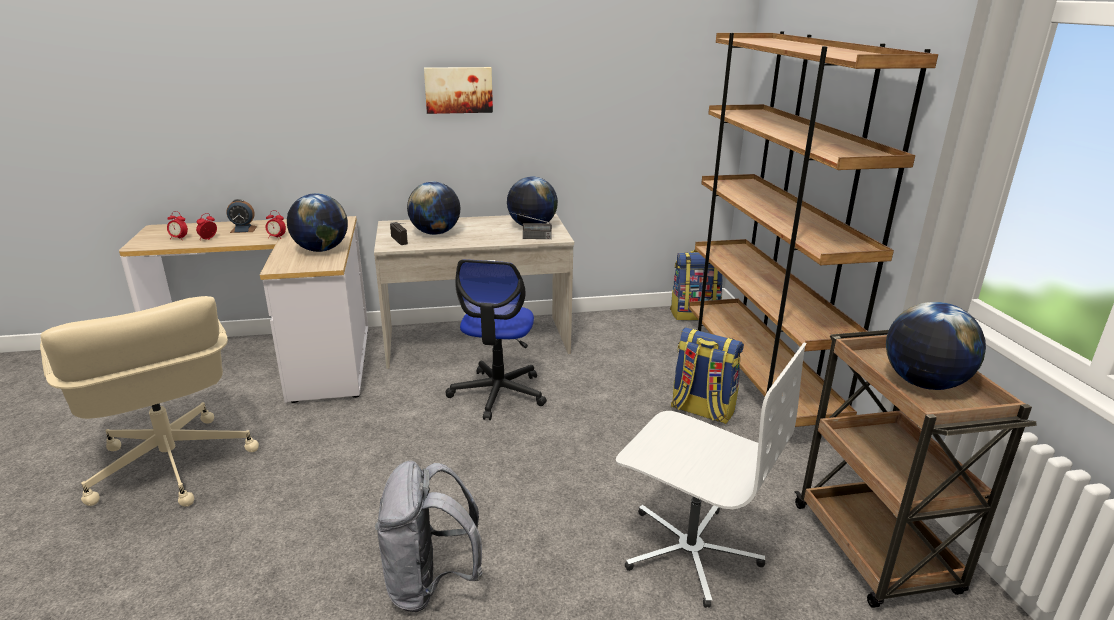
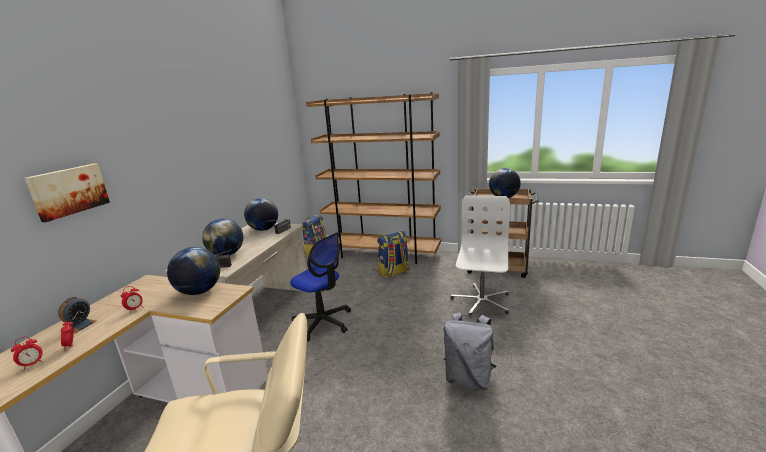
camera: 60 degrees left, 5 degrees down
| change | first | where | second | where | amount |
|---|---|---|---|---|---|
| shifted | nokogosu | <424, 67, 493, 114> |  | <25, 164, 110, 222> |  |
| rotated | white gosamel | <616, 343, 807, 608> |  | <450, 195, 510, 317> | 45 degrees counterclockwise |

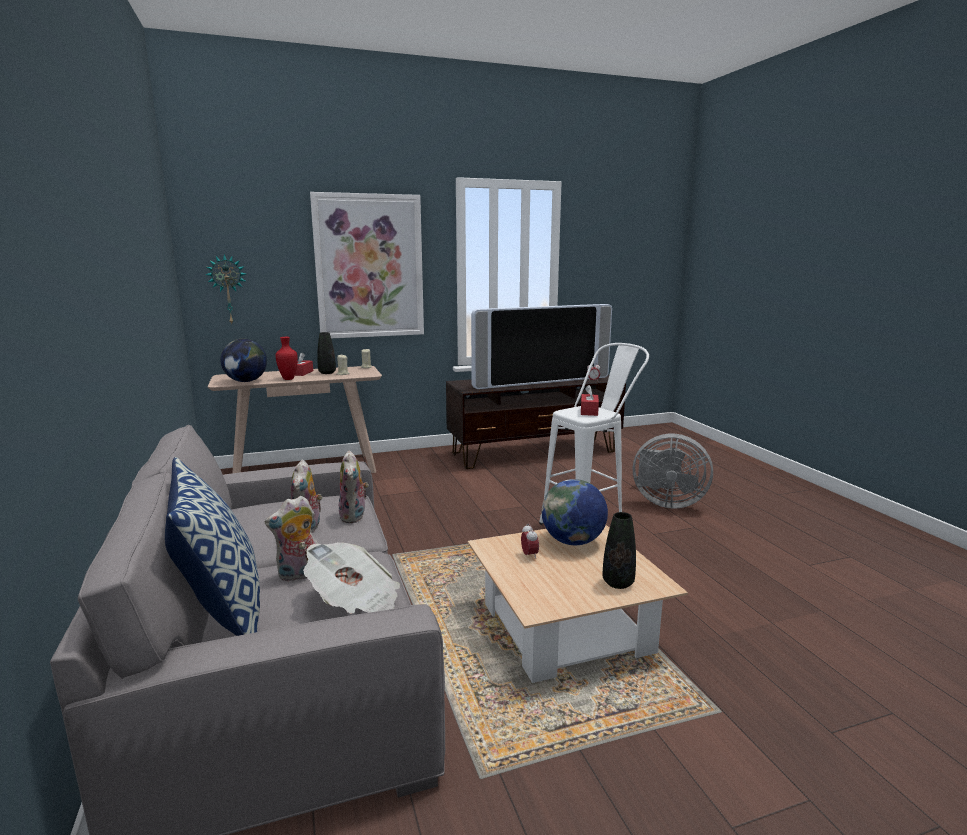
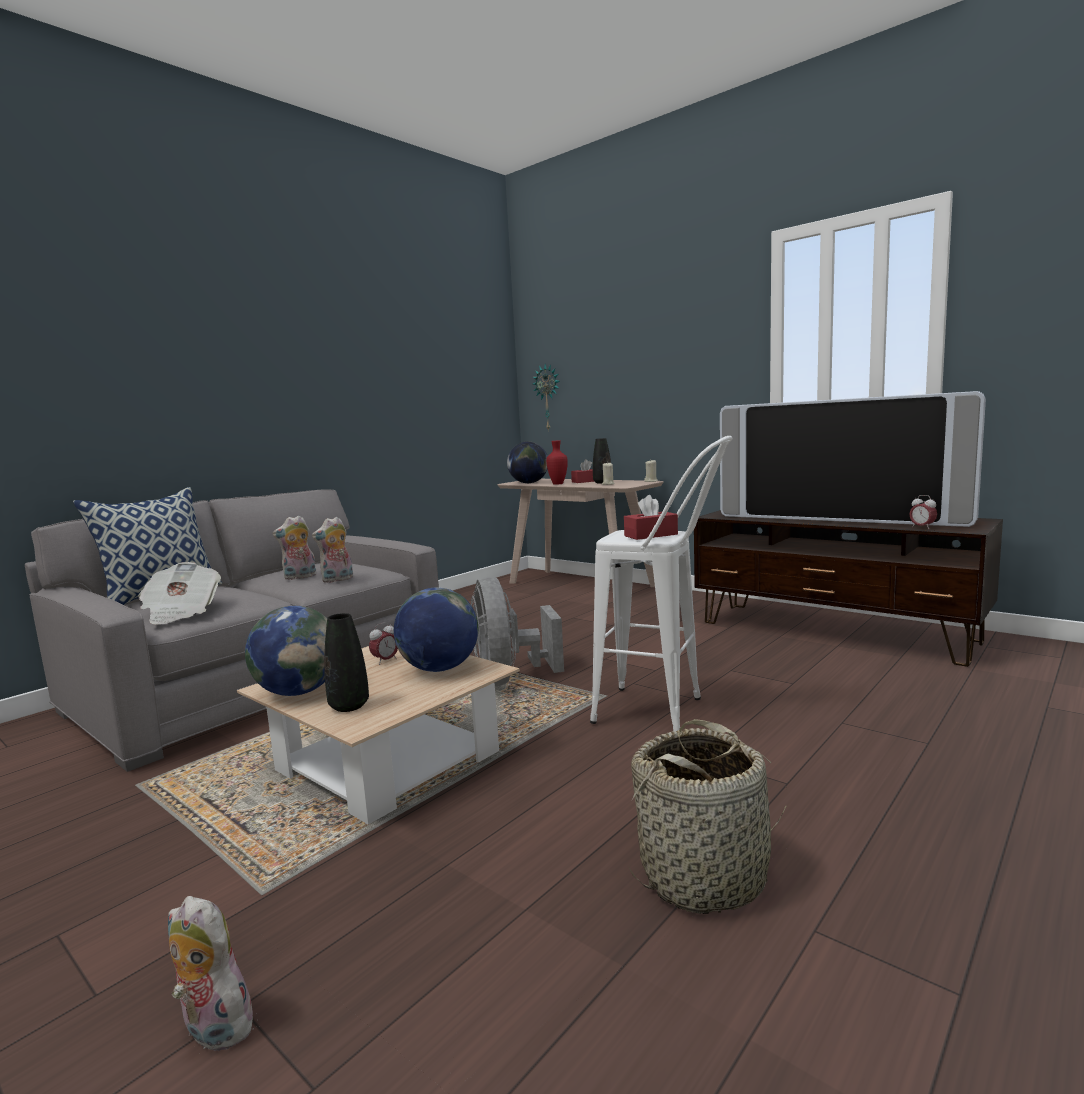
camera: 60 degrees right, 5 degrees down
| change | first | where | second | where | amount |
|---|---|---|---|---|---|
| gone | nokogosu | <310, 192, 424, 338> |  |  |  |
| new |  |  | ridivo | <245, 606, 327, 696> |  |
| new |  |  | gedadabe | <628, 719, 786, 914> |  |
| shifted | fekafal | <264, 496, 318, 582> |  | <168, 896, 258, 1054> |  |
| shifted | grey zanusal | <633, 434, 713, 509> |  | <471, 577, 564, 686> |  |

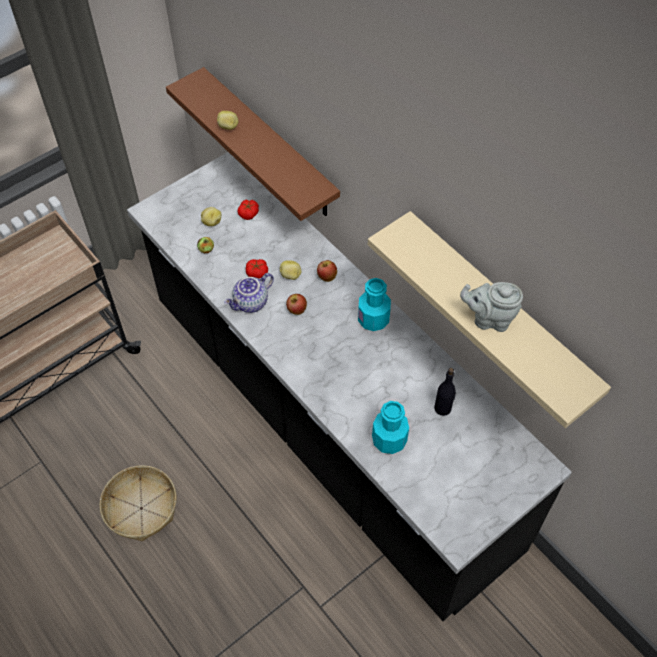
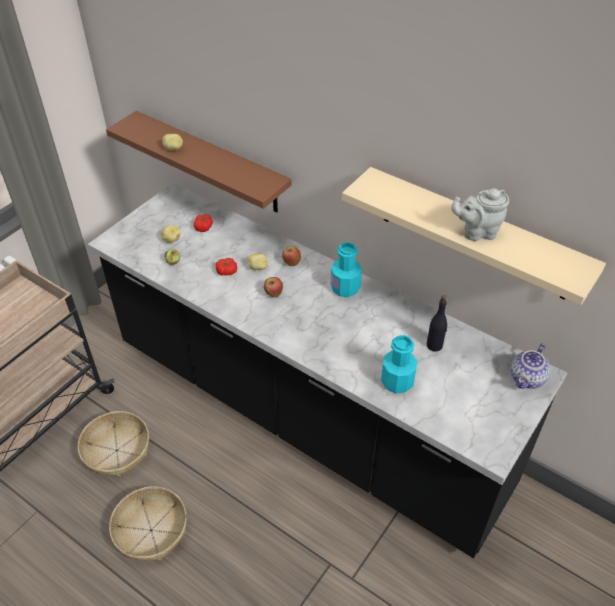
camera: 15 degrees left, 10 degrees down
| change | first | where | second | where | amount |
|---|---|---|---|---|---|
| new |  |  | gedadabe | <78, 411, 149, 478> |  |
| shifted | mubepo | <224, 273, 274, 313> |  | <511, 343, 550, 389> |  |

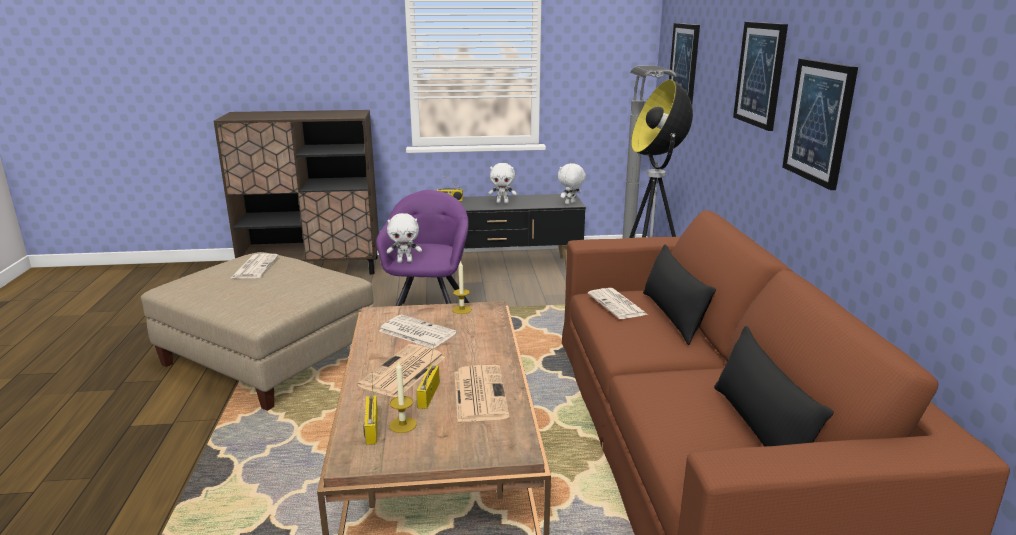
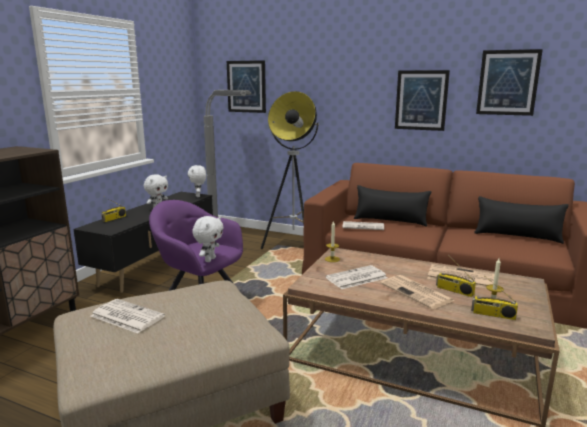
camera: 60 degrees left, 5 degrees down
| change | first | where | second | where | amount |
|---|---|---|---|---|---|
| shifted | nokogosu | <733, 22, 788, 131> |  | <476, 49, 543, 116> |  |

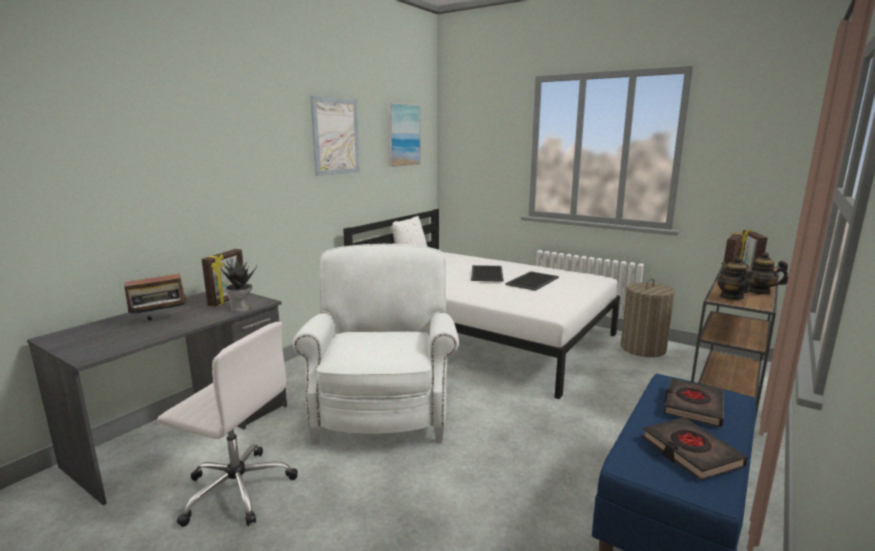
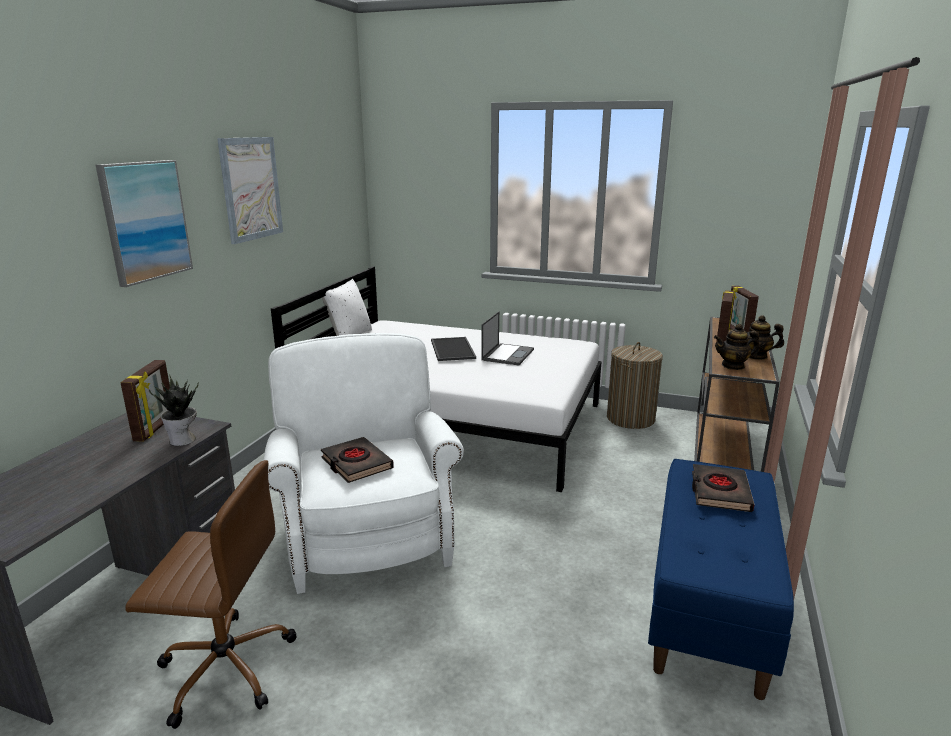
camera: 15 degrees left, 5 degrees up
| change | first | where | second | where | amount |
|---|---|---|---|---|---|
| gone | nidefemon | <124, 270, 189, 320> |  |  |  |
| shifted | nokogosu | <387, 102, 421, 167> |  | <96, 160, 193, 287> |  |
| shifted | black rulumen | <642, 417, 748, 480> |  | <321, 437, 394, 483> |  |
| swapped | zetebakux | <506, 271, 559, 291> | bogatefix | <481, 311, 534, 365> |  |
| repainted | white gosamel | <157, 322, 298, 527> | brown gosamel | <125, 460, 297, 729> |  |
| rotated | mubepo | <718, 257, 753, 300> |  | <714, 324, 759, 370> | 75 degrees counterclockwise |

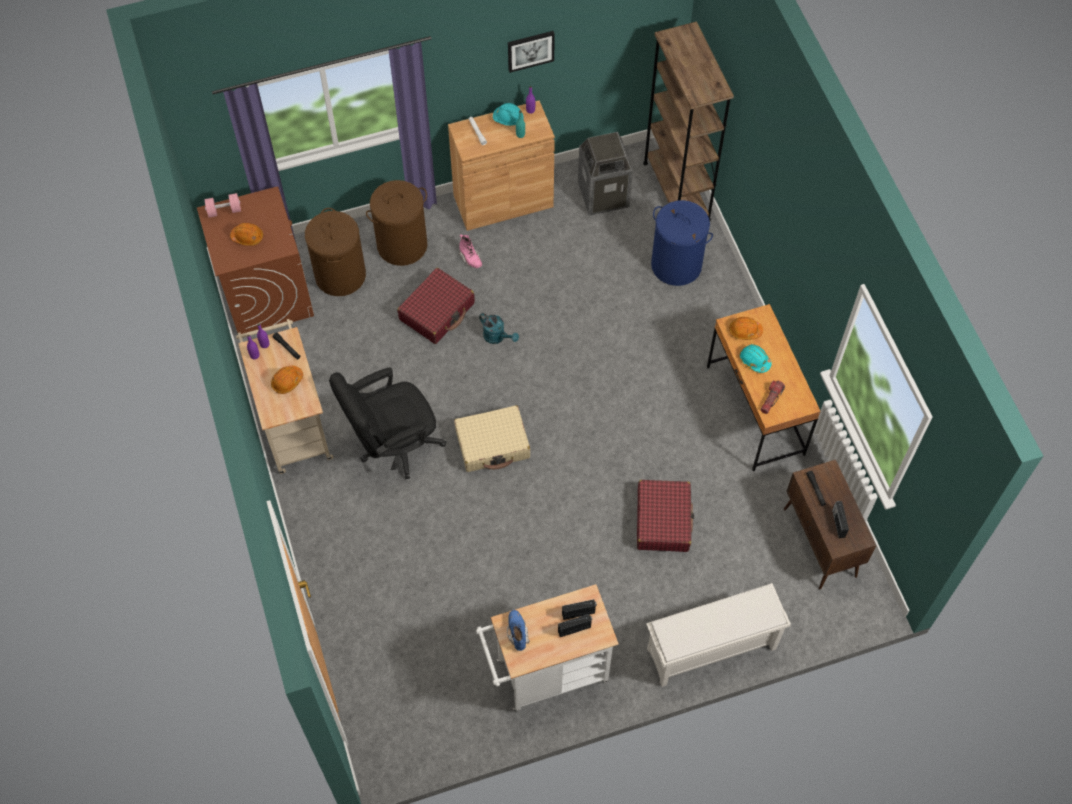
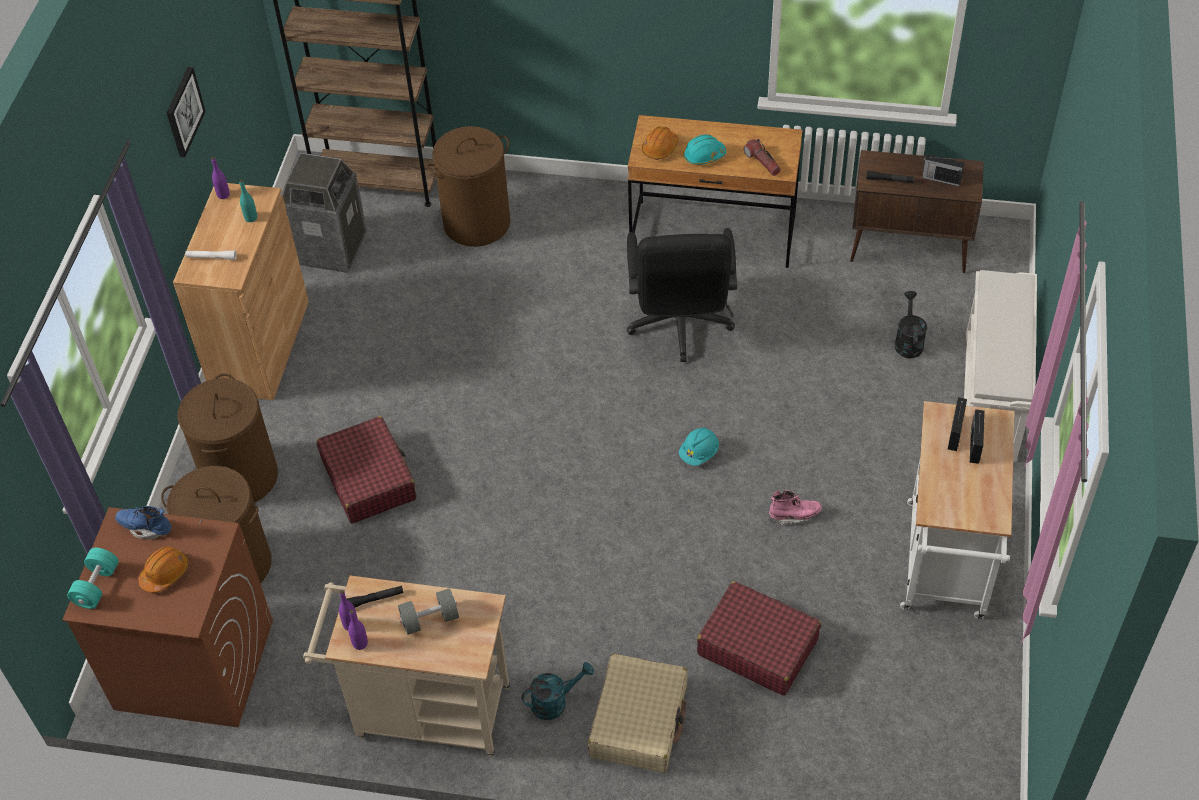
camera: 60 degrees left, 10 degrees down
| change | first | where | second | where | amount |
|---|---|---|---|---|---|
| new |  |  | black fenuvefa | <895, 291, 927, 358> |  |
| shifted | black gosamel | <329, 368, 446, 479> |  | <627, 228, 737, 362> |  |
| shifted | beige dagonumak | <454, 405, 530, 472> |  | <588, 654, 687, 773> |  |
| shifted | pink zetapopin | <459, 234, 482, 268> |  | <769, 490, 822, 526> |  |
| shifted | turquoise fenuvefa | <479, 313, 519, 344> |  | <521, 662, 594, 720> |  |
| shifted | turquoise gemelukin | <493, 103, 524, 126> |  | <679, 427, 719, 466> |  |
| shifted | blue zetapopin | <507, 610, 530, 651> |  | <115, 506, 172, 540> |  |
| shifted | red dagonumak | <637, 480, 694, 552> |  | <697, 581, 821, 696> |  |
| swapped | orange gemelukin | <271, 366, 303, 394> | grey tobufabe | <398, 588, 459, 635> |  |
| repainted | pink tobufabe | <205, 193, 241, 218> | turquoise tobufabe | <67, 548, 119, 609> |  |
| repainted | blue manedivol | <651, 200, 713, 286> | brown manedivol | <427, 126, 511, 247> |  |

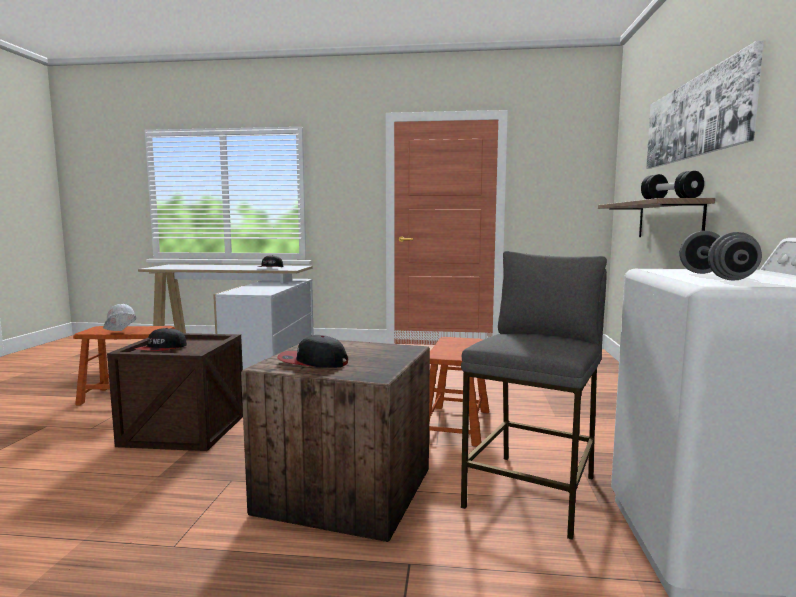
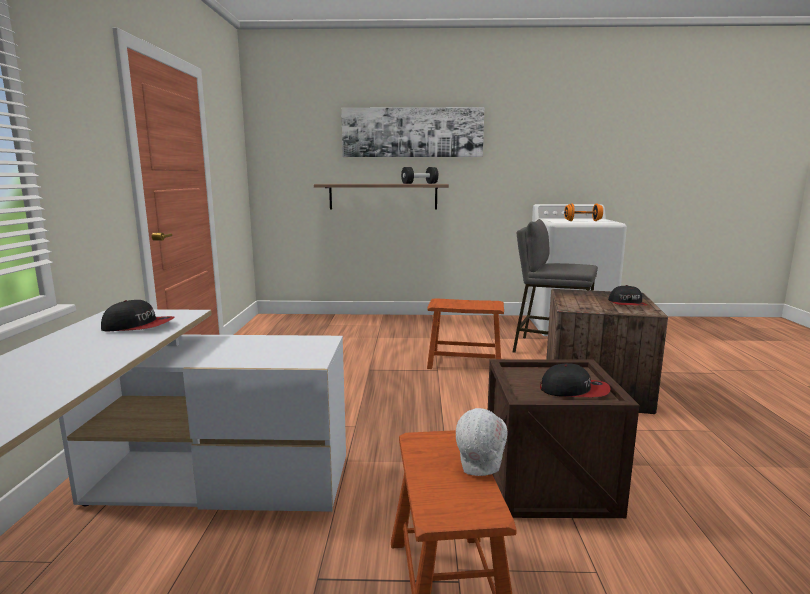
camera: 95 degrees left, 5 degrees up
| change | first | where | second | where | amount |
|---|---|---|---|---|---|
| repainted | grey tobufabe | <680, 231, 762, 281> | orange tobufabe | <564, 203, 603, 221> |  |

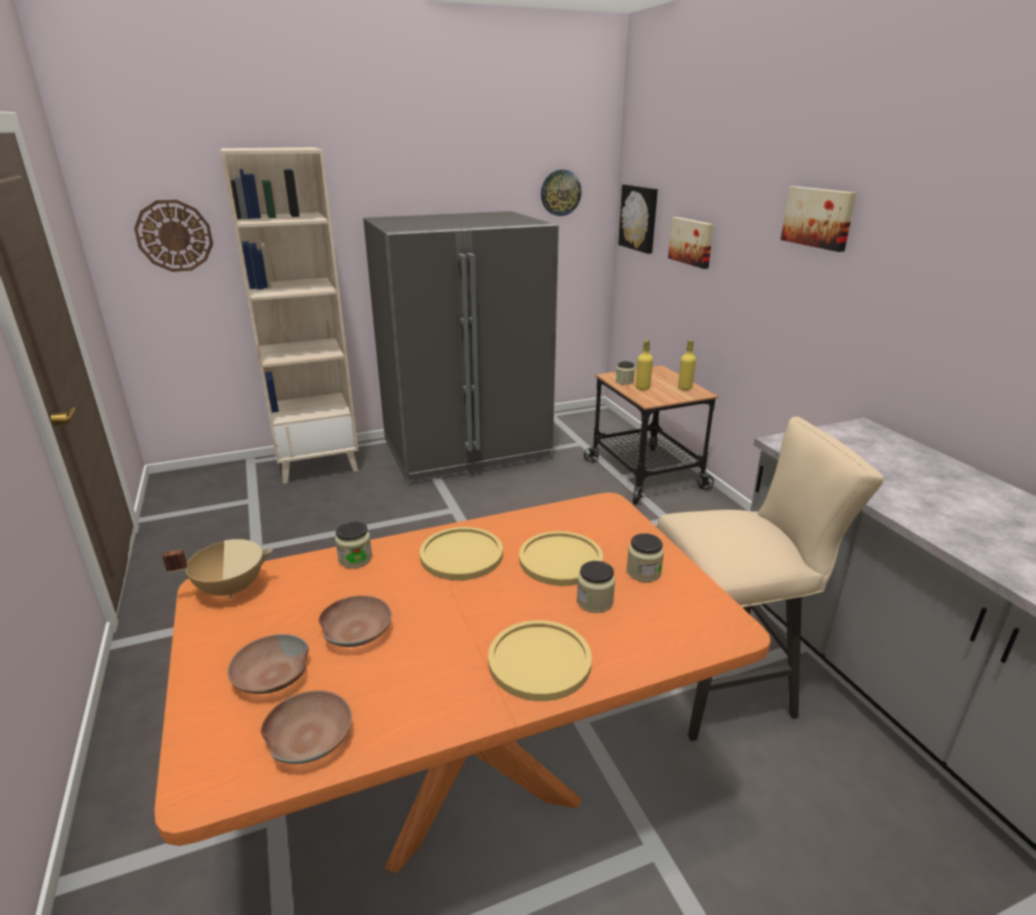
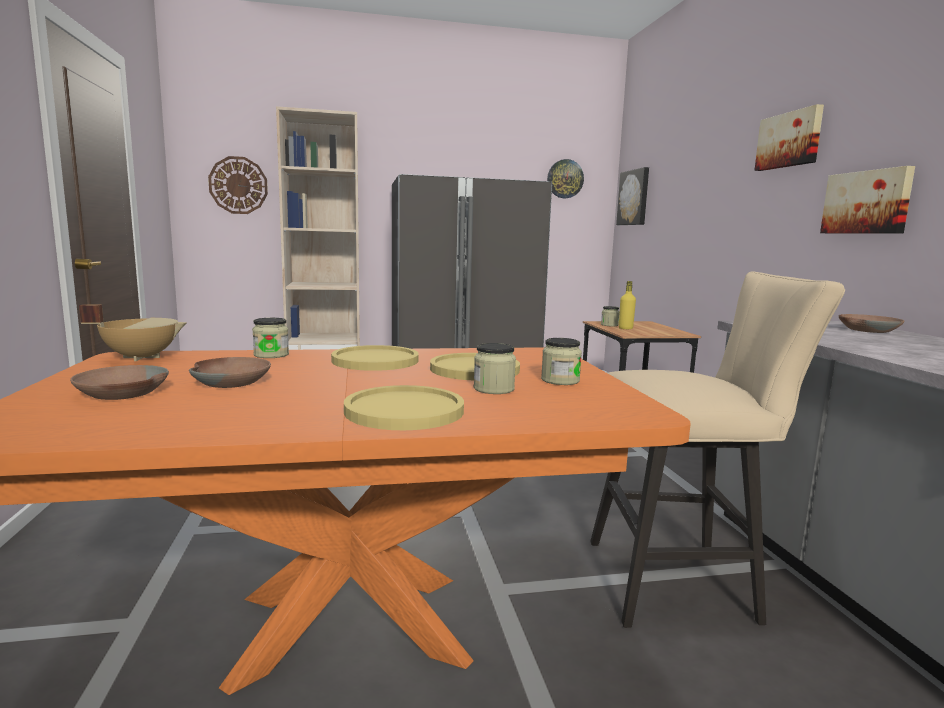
camera: 10 degrees right, 15 degrees down
| change | first | where | second | where | amount |
|---|---|---|---|---|---|
| gone | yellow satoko | <678, 340, 696, 390> |  |  |  |
| shifted | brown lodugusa | <261, 690, 352, 764> |  | <839, 314, 904, 333> |  |
| shifted | nokogosu | <668, 217, 714, 269> |  | <820, 166, 915, 233> |  |

